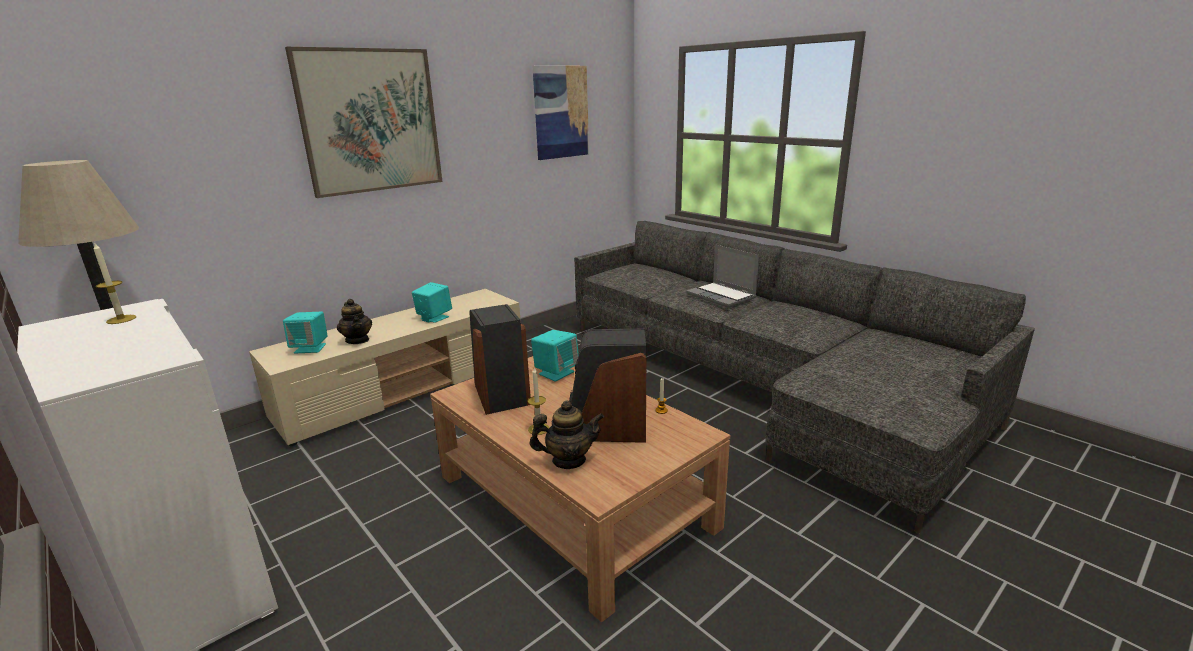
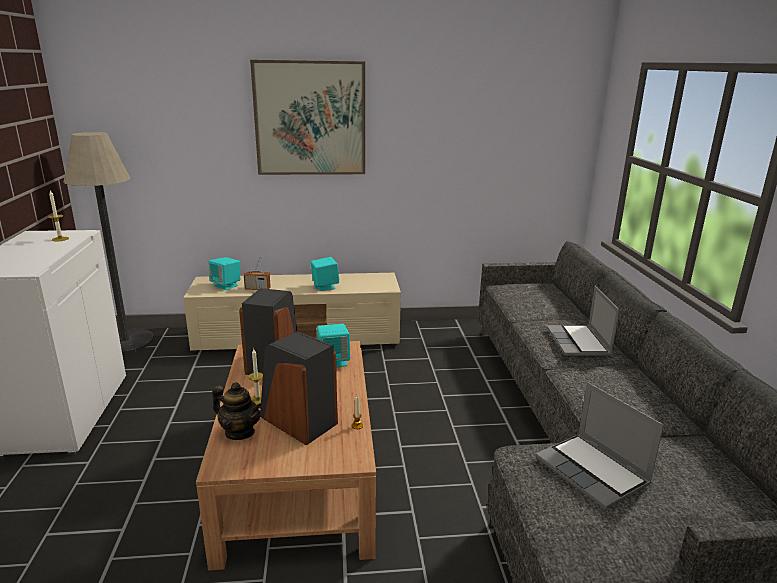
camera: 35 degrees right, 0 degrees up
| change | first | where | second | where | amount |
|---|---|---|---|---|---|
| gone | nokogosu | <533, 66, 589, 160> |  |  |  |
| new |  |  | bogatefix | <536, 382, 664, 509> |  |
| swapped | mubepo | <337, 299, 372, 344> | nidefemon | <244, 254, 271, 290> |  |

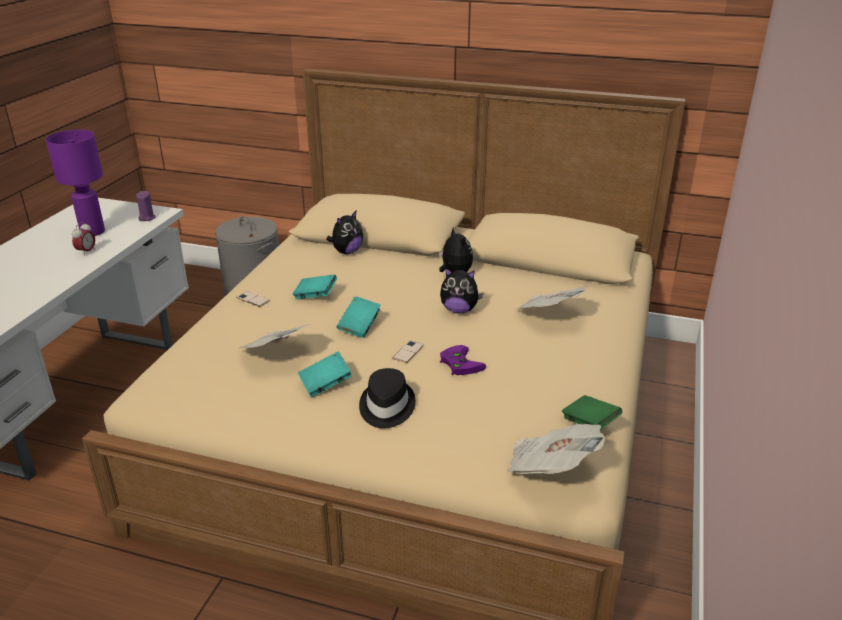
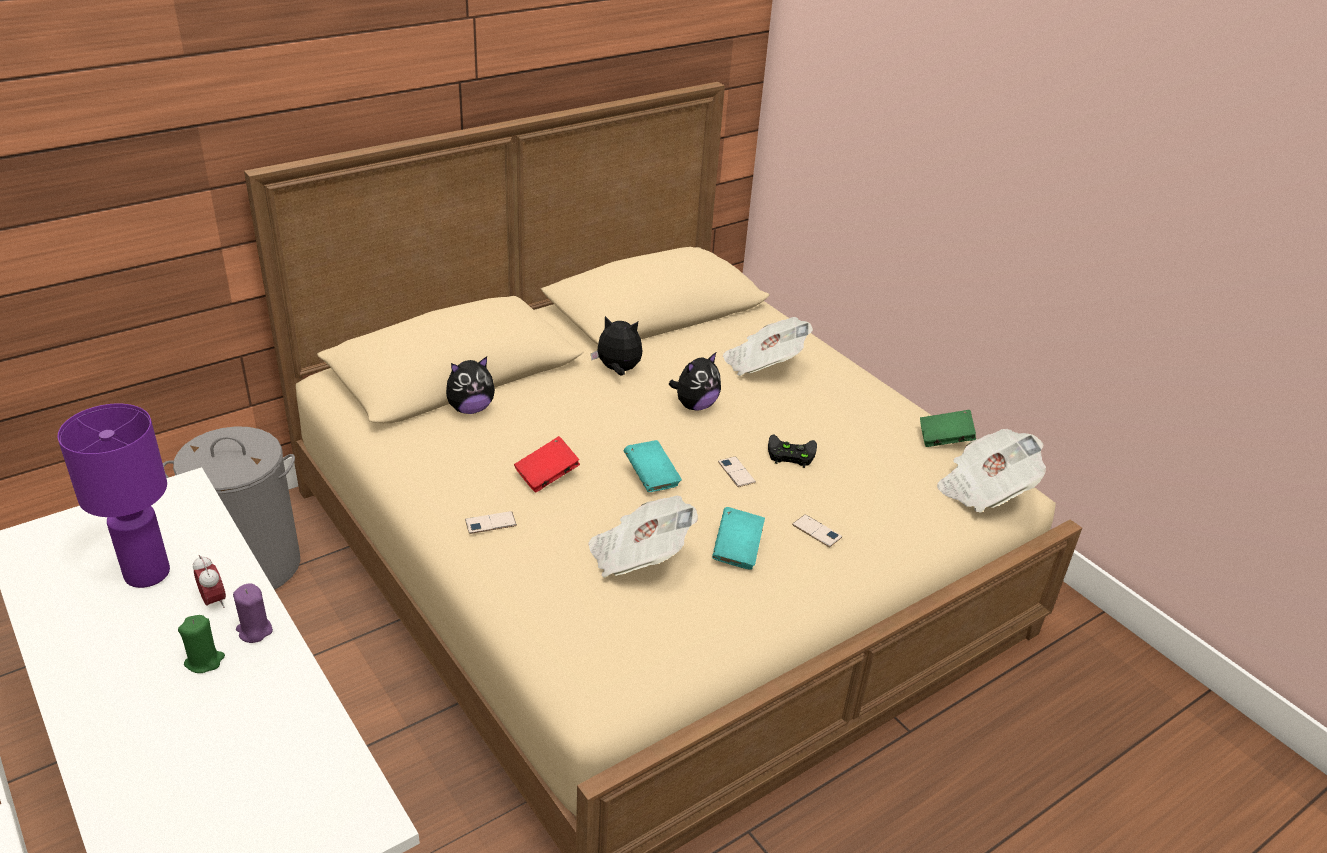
camera: 55 degrees left, 5 degrees up
| change | first | where | second | where | amount |
|---|---|---|---|---|---|
| new |  |  | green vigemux | <178, 615, 225, 673> |  |
| shifted | purple vigemux | <136, 191, 156, 221> |  | <233, 583, 273, 643> |  |
| swapped | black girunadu | <359, 368, 416, 429> | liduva | <792, 514, 842, 547> |  |
| repainted | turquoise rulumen | <292, 274, 337, 299> | red rulumen | <514, 436, 580, 492> |  |
| repainted | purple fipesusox | <440, 345, 486, 375> | black fipesusox | <768, 434, 817, 468> |  |
| rotated | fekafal | <326, 211, 363, 254> |  | <446, 357, 495, 414> | 75 degrees clockwise |

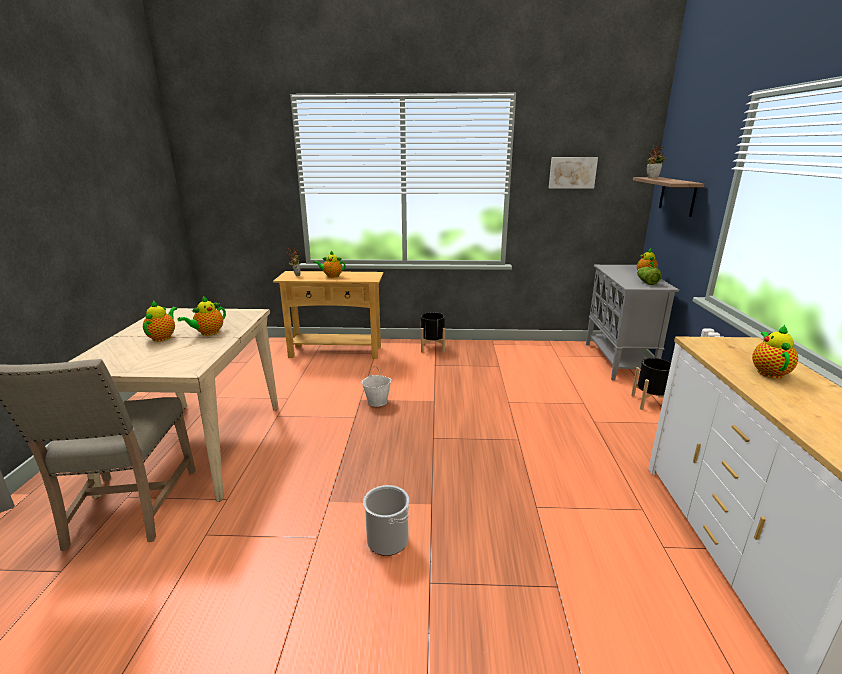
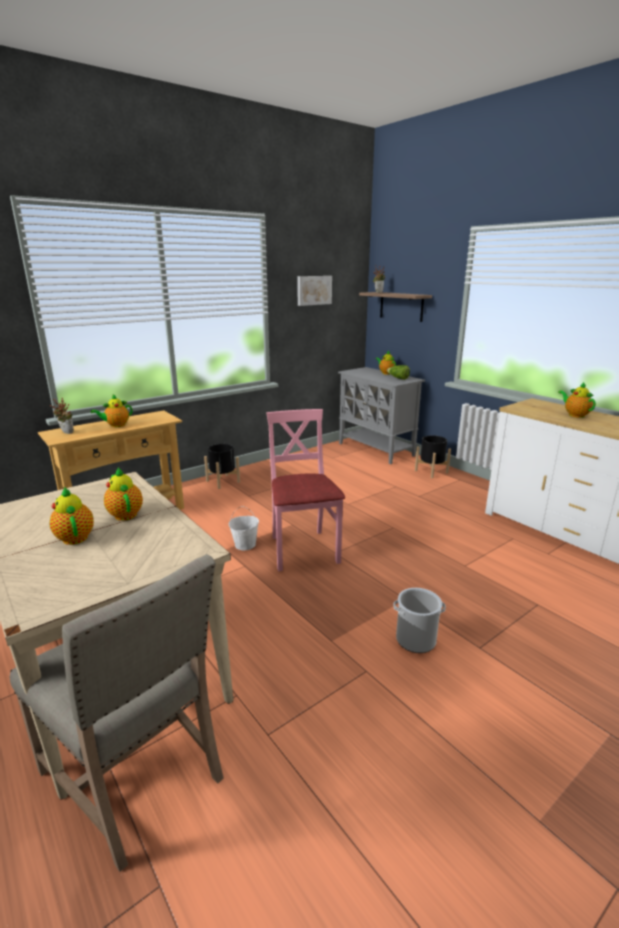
camera: 40 degrees left, 0 degrees up
| change | first | where | second | where | amount |
|---|---|---|---|---|---|
| new |  |  | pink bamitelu | <266, 409, 345, 571> |  |
| rotated | mubepo | <178, 296, 226, 336> |  | <104, 467, 143, 521> | 150 degrees clockwise |

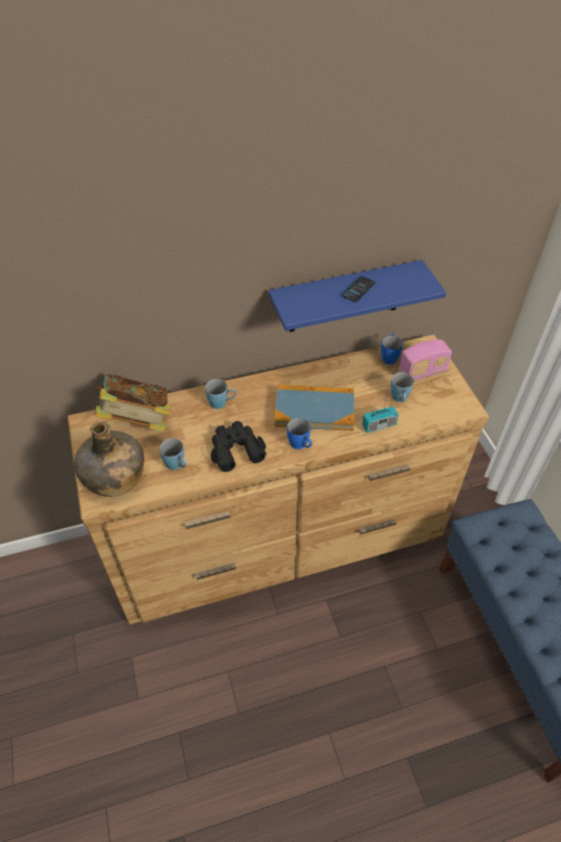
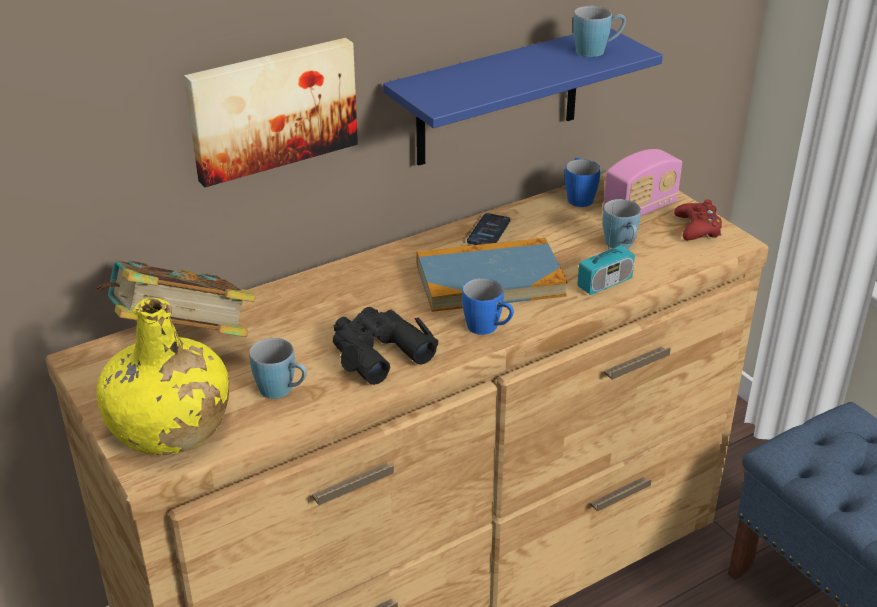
camera: 15 degrees left, 15 degrees down
| change | first | where | second | where | amount |
|---|---|---|---|---|---|
| new |  |  | nokogosu | <184, 38, 358, 187> |  |
| new |  |  | red fipesusox | <674, 199, 722, 240> |  |
| shifted | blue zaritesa | <205, 379, 237, 409> |  | <573, 6, 626, 57> |  |
| shifted | liduva | <341, 276, 375, 302> |  | <467, 213, 511, 245> |  |
| repainted | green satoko | <74, 422, 144, 497> | yellow satoko | <96, 298, 229, 455> |  |

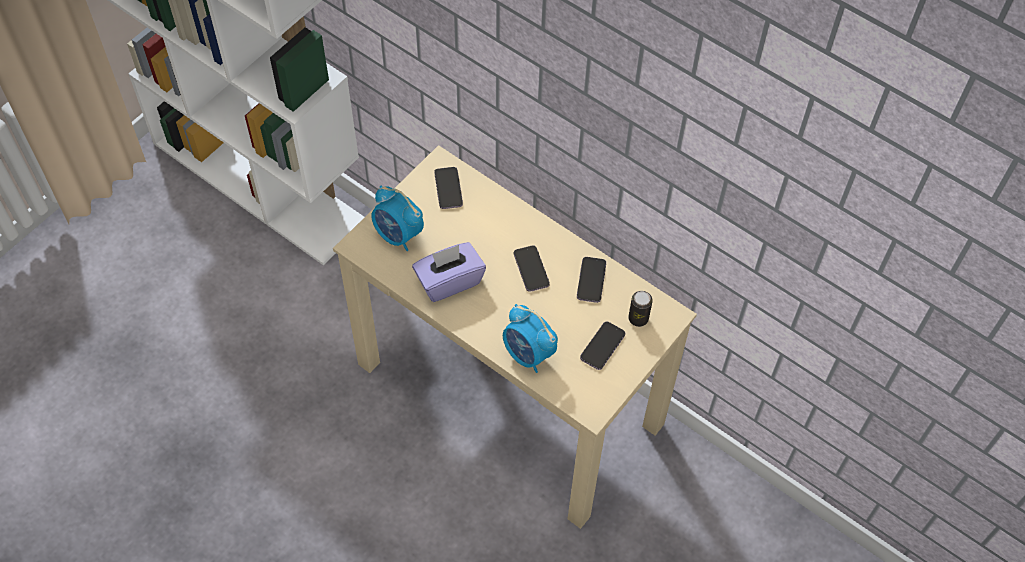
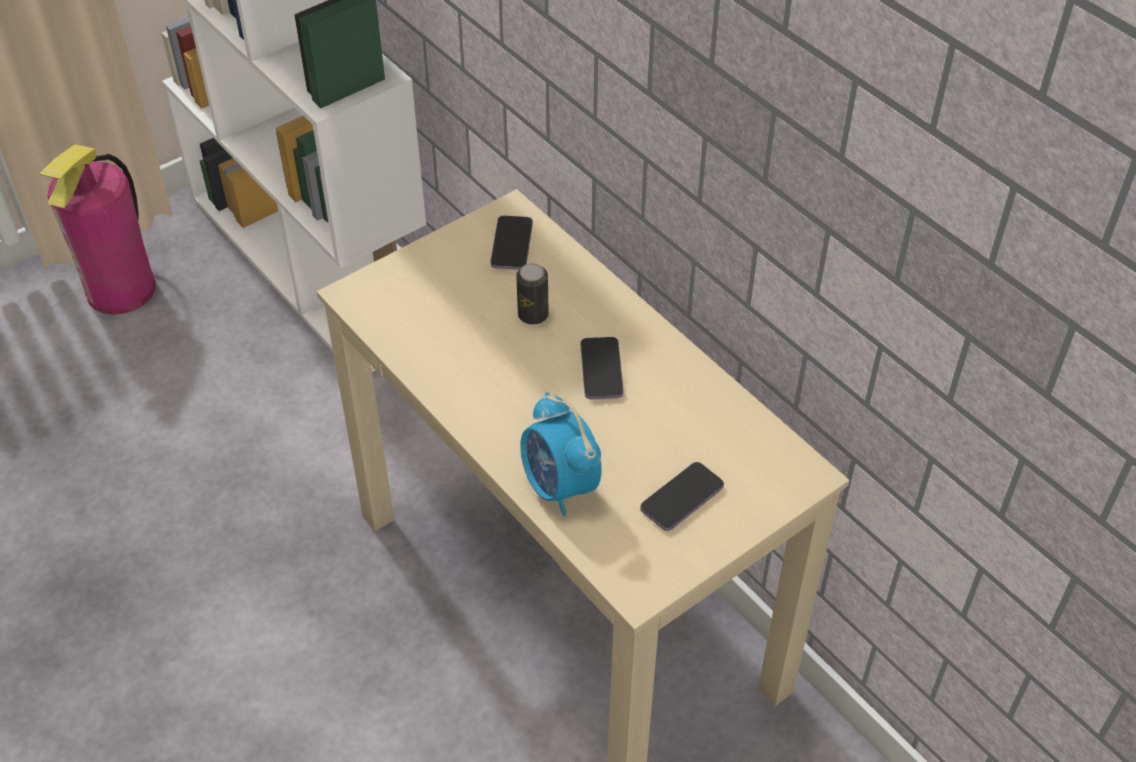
camera: 15 degrees right, 10 degrees down
| change | first | where | second | where | amount |
|---|---|---|---|---|---|
| gone | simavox | <371, 186, 424, 251> |  |  |  |
| gone | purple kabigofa | <412, 242, 486, 302> |  |  |  |
| gone | liduva | <577, 257, 606, 303> |  |  |  |
| new |  |  | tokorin | <40, 144, 156, 315> |  |
| shifted | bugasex | <628, 291, 653, 327> |  | <516, 263, 549, 325> |  |

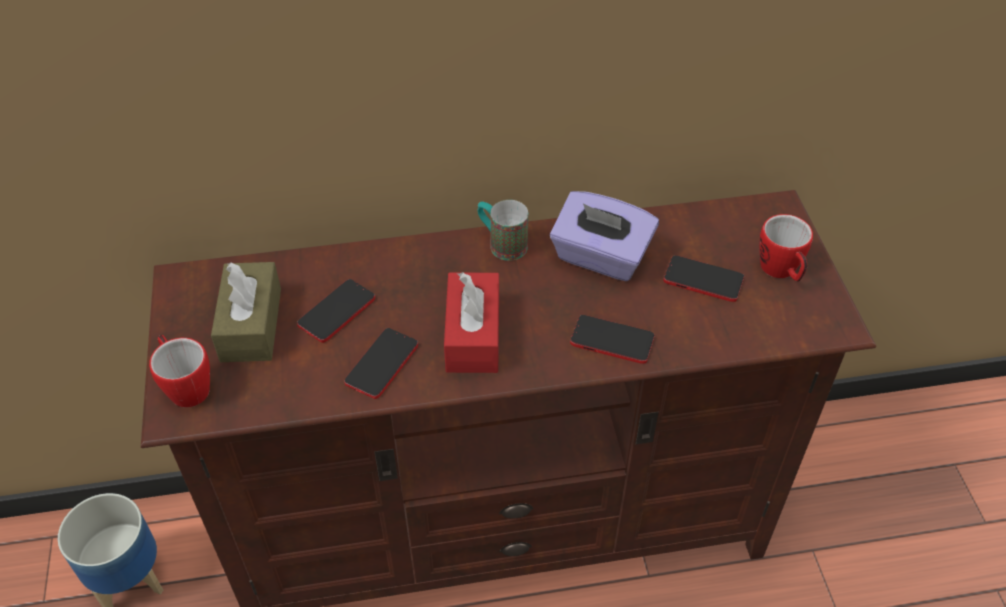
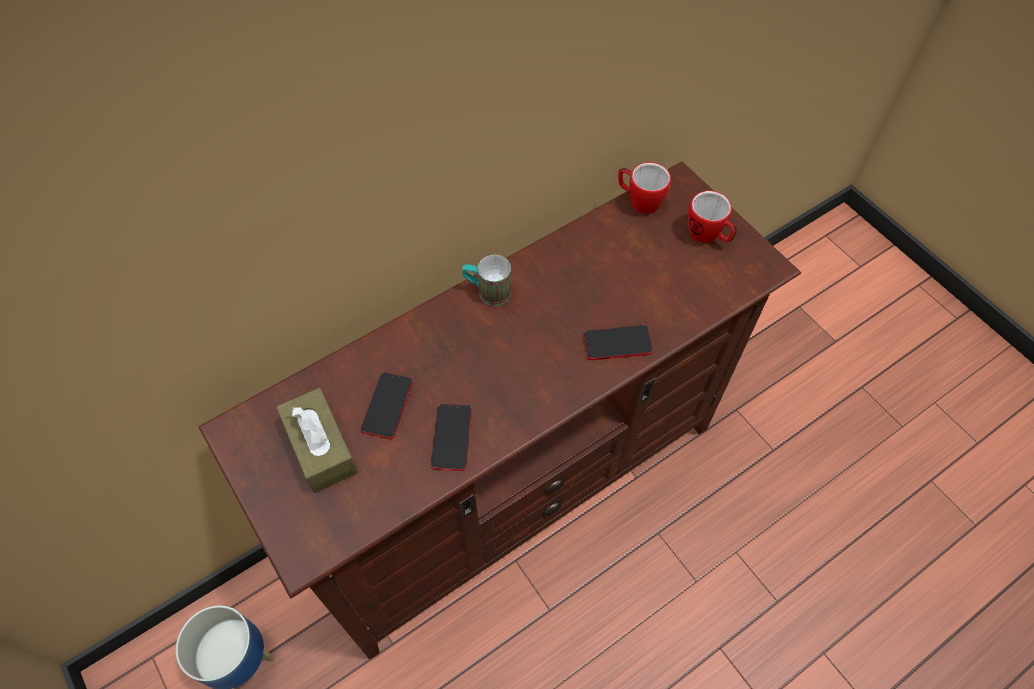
camera: 25 degrees left, 10 degrees up
| change | first | where | second | where | amount |
|---|---|---|---|---|---|
| gone | red kabigofa | <444, 272, 499, 373> |  |  |  |
| gone | purple kabigofa | <550, 191, 659, 281> |  |  |  |
| gone | liduva | <663, 255, 744, 302> |  |  |  |
| shifted | zaritesa | <149, 335, 210, 407> |  | <618, 162, 671, 214> |  |

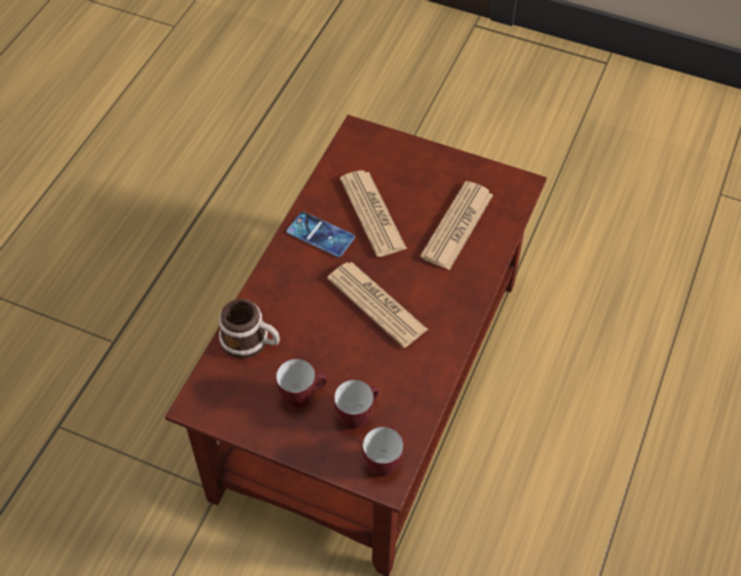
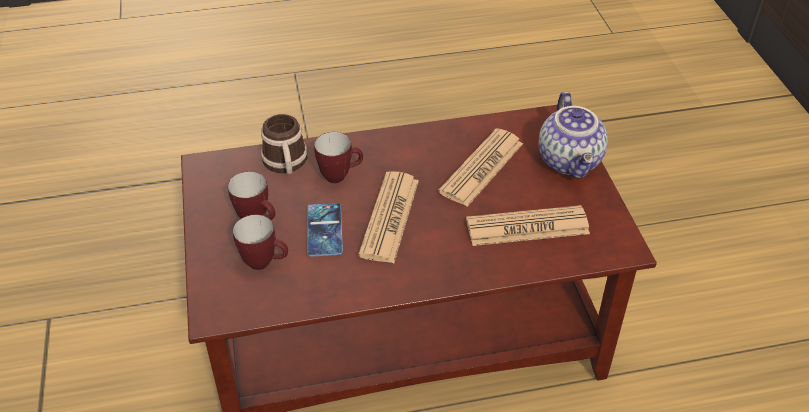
camera: 55 degrees right, 10 degrees down
| change | first | where | second | where | amount |
|---|---|---|---|---|---|
| new |  |  | mubepo | <539, 92, 608, 179> |  |
| shifted | liduva | <287, 212, 355, 257> |  | <307, 203, 343, 257> |  |
| shifted | zaritesa | <362, 426, 404, 476> |  | <314, 132, 363, 183> |  |

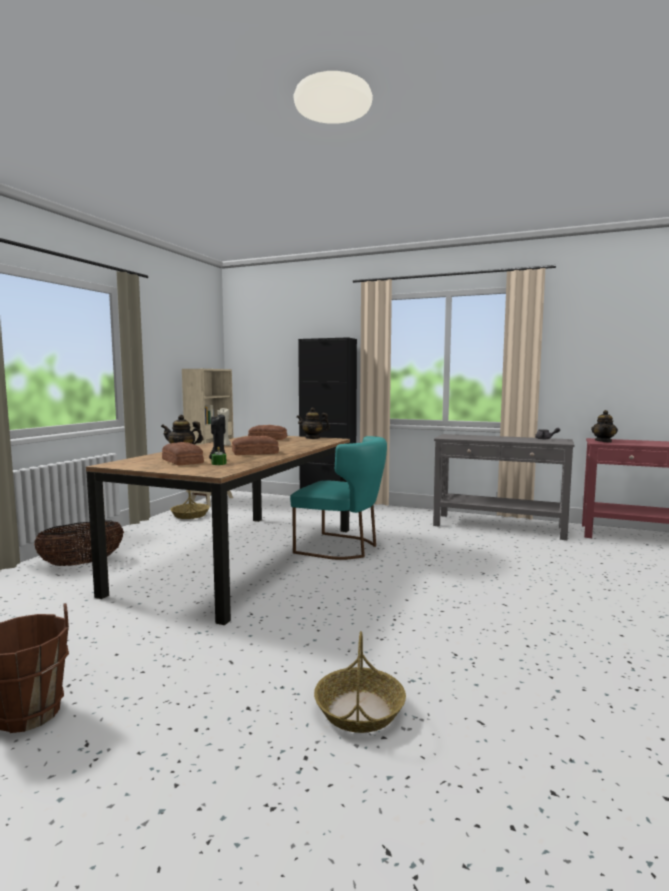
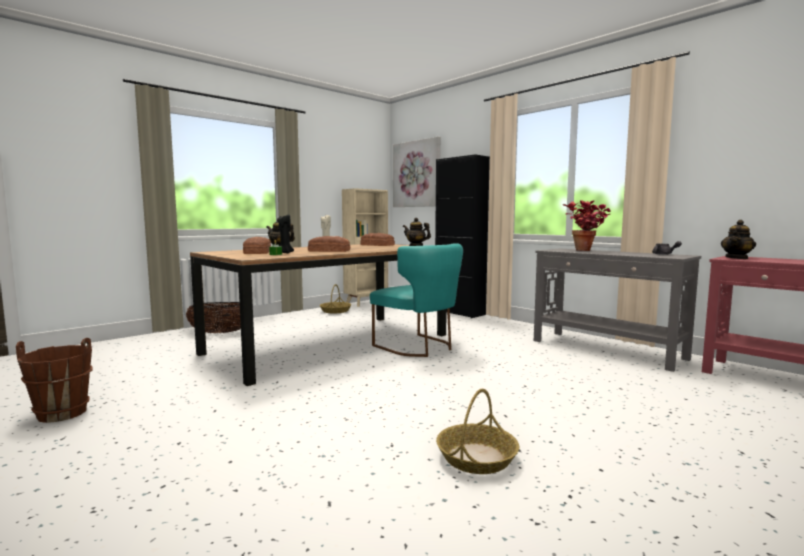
camera: 25 degrees right, 0 degrees up
| change | first | where | second | where | amount |
|---|---|---|---|---|---|
| new |  |  | nokogosu | <393, 137, 441, 207> |  |
| new |  |  | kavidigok | <563, 200, 610, 251> |  |
| shifted | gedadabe | <314, 631, 406, 733> |  | <436, 389, 520, 474> |  |

